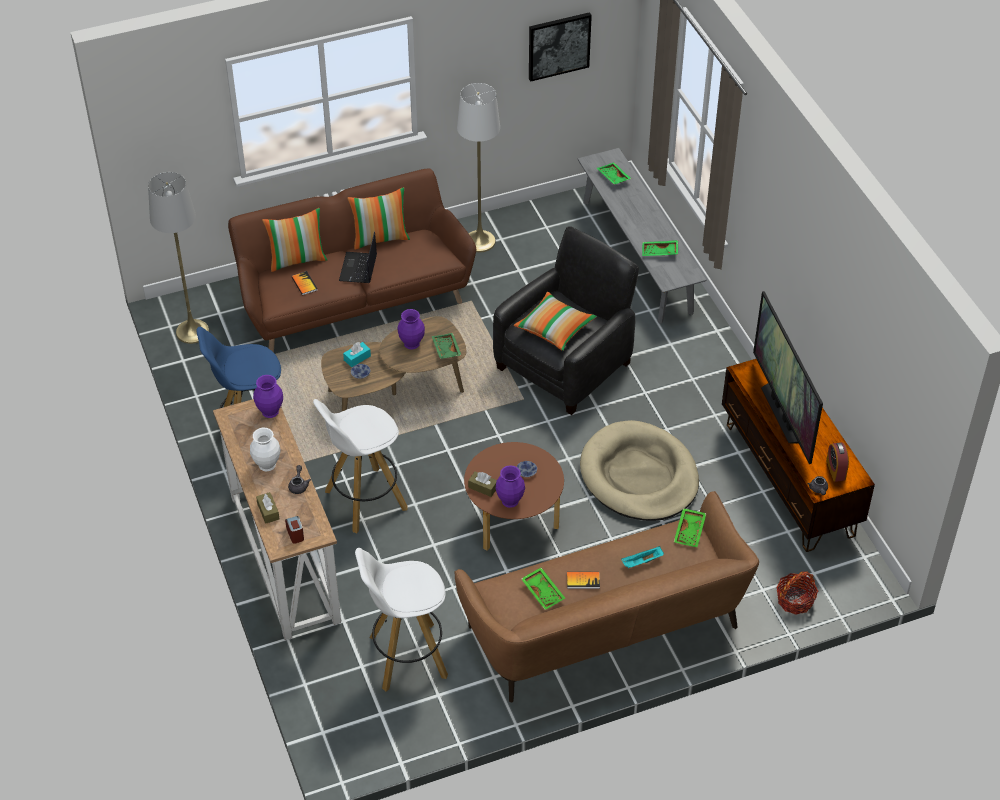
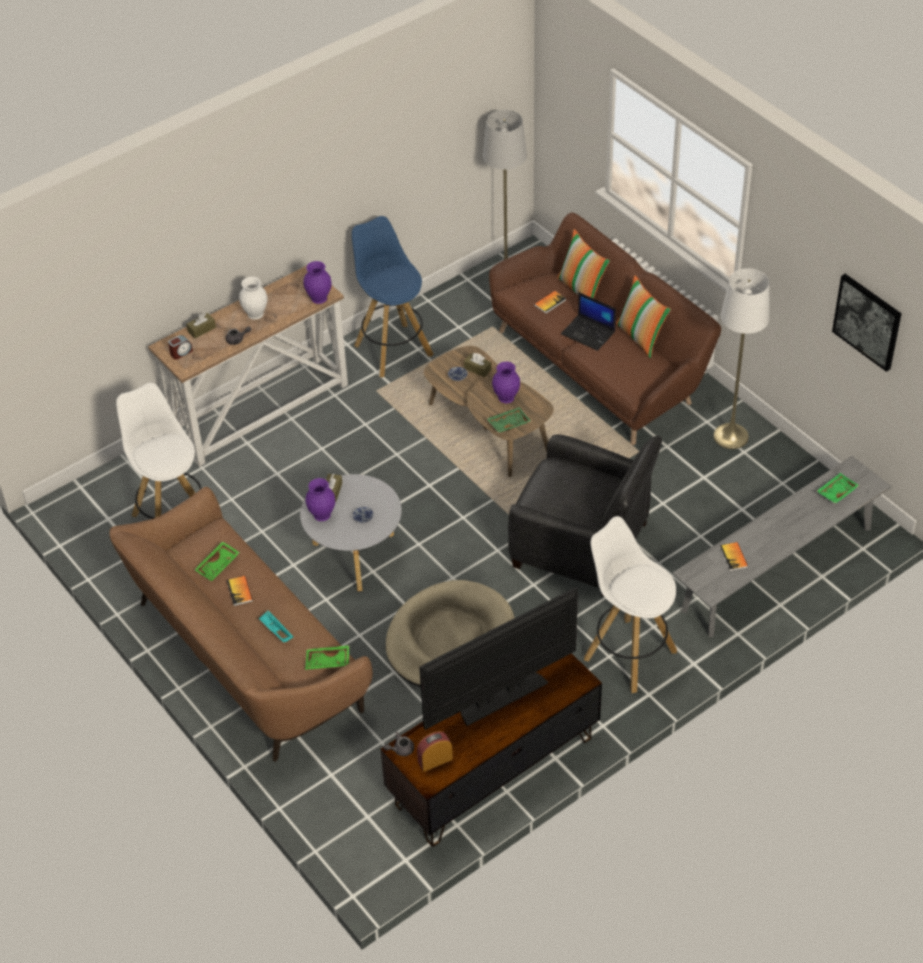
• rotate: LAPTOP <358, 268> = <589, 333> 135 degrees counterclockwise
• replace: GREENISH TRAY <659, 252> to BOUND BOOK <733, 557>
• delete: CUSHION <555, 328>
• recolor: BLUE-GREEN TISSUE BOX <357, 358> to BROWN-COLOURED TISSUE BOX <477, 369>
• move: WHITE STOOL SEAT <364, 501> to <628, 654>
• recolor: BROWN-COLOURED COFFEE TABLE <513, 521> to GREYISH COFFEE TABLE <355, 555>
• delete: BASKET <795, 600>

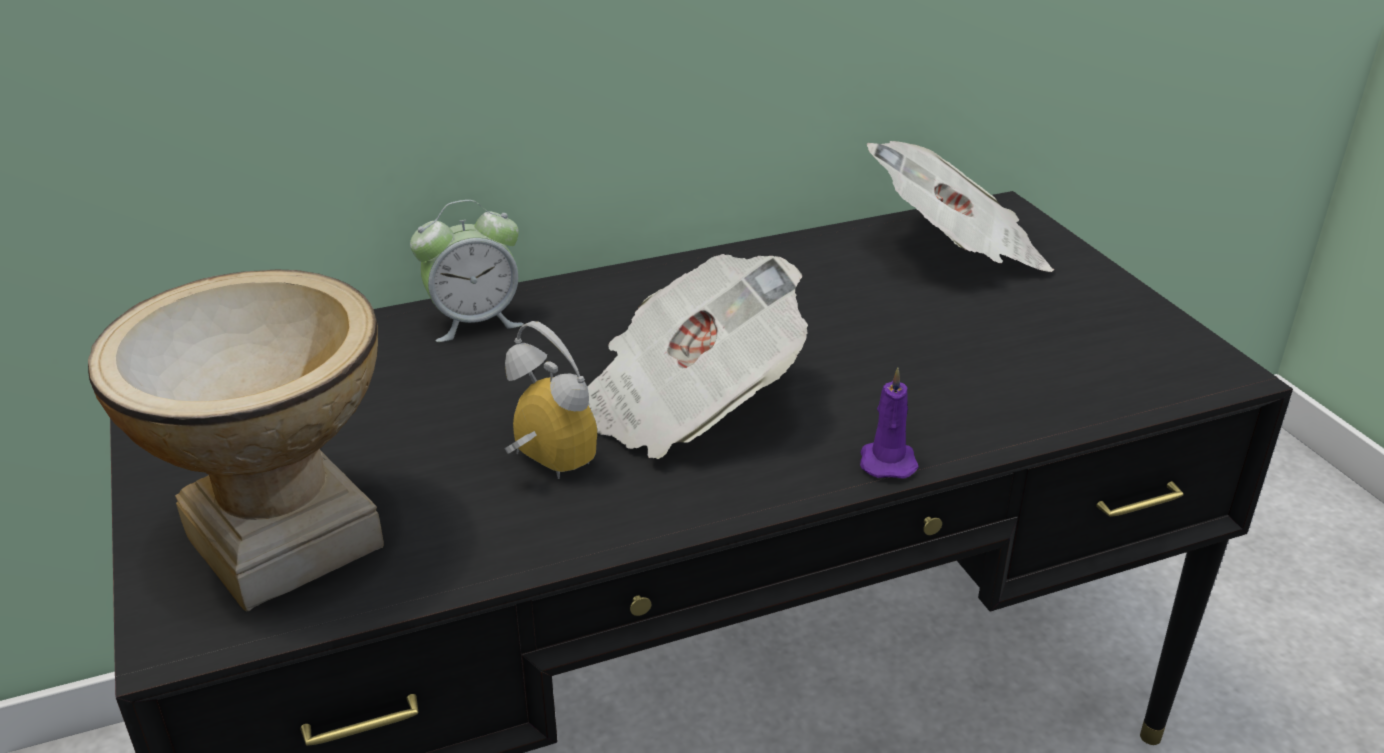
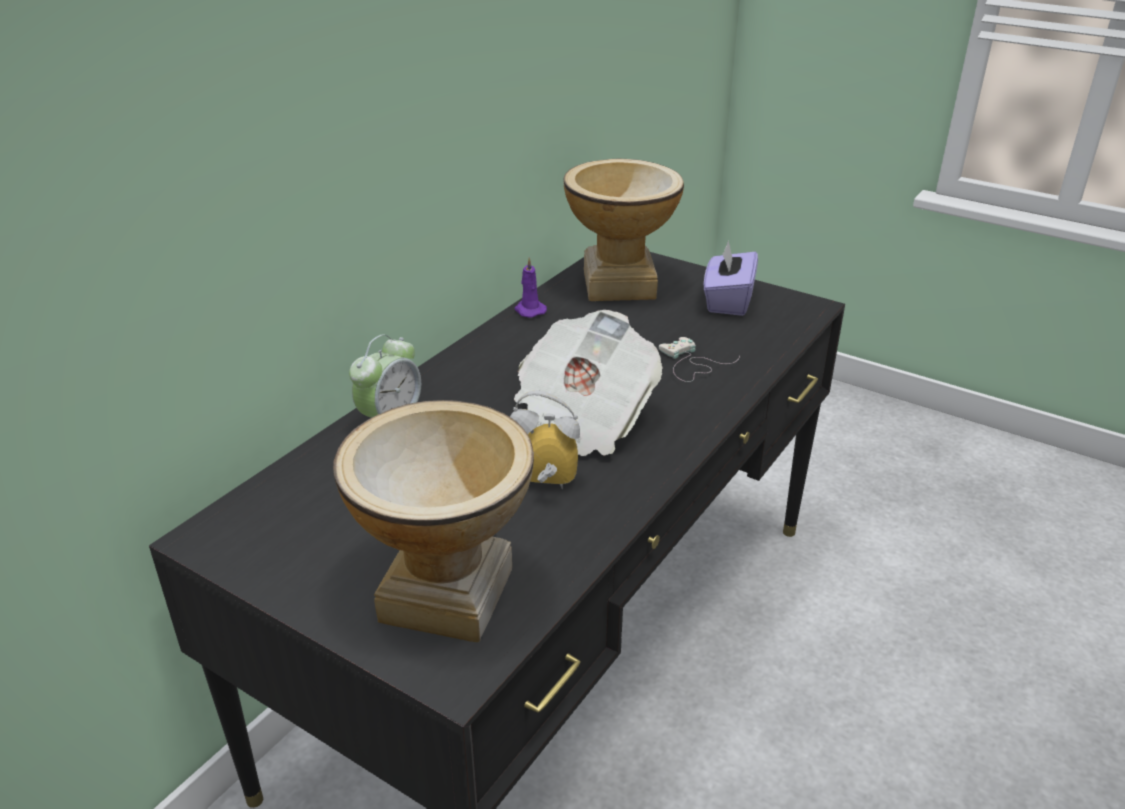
• replace: PRINTED PAPER <956, 252> to DECORATIVE VASE <620, 284>
• move: PURPLE WAX LIGHT <887, 460> to <529, 310>
• insert: PURPLE TISSUE BOX <727, 301>
• insert: WHITE GAMEPAD <691, 364>

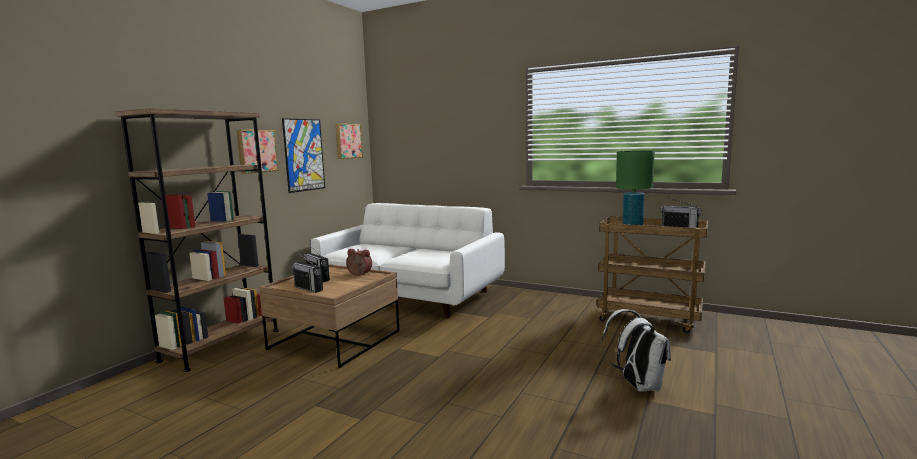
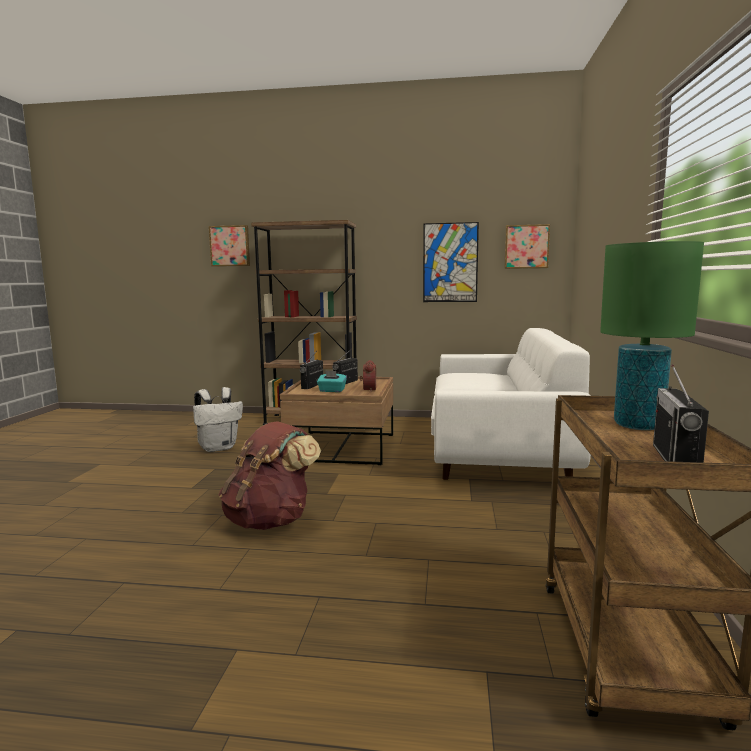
• move: PICTURE <256, 151> to <230, 246>
• move: WHITE KNAPSACK <637, 385> to <218, 448>
• insert: BLUE-GREEN TISSUE BOX <332, 390>
• insert: BROWN-COLOURED KNAPSACK <270, 520>

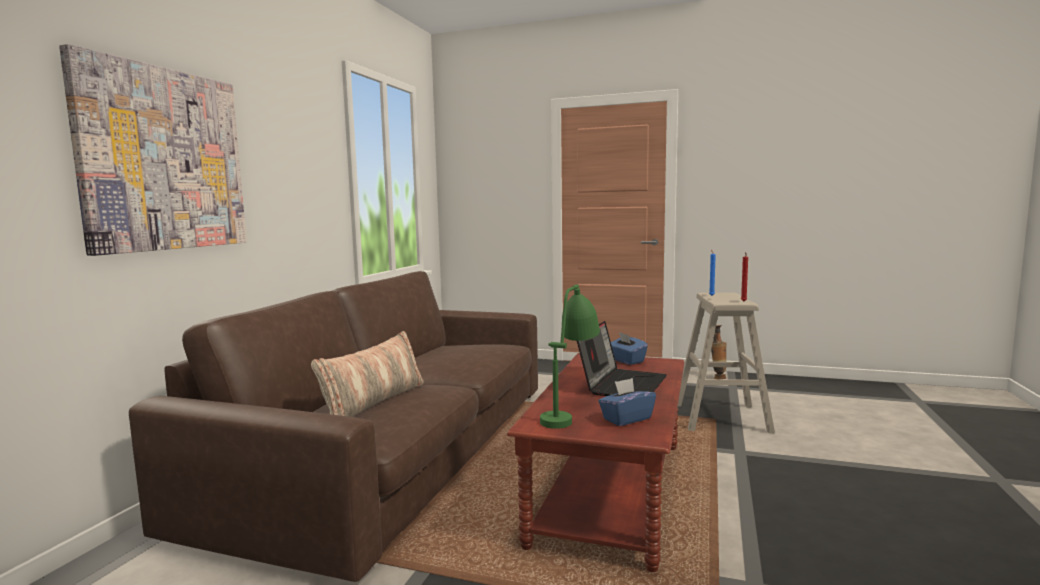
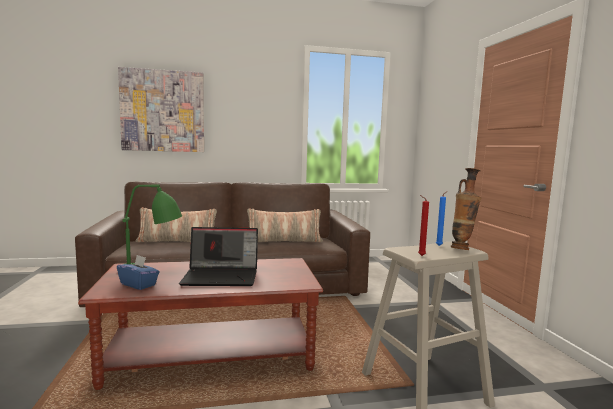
• move: DECORATIVE VASE <718, 378> to <462, 249>
• delete: BLUE-COLOURED TISSUE BOX <626, 360>
• insert: CUSHION <284, 241>

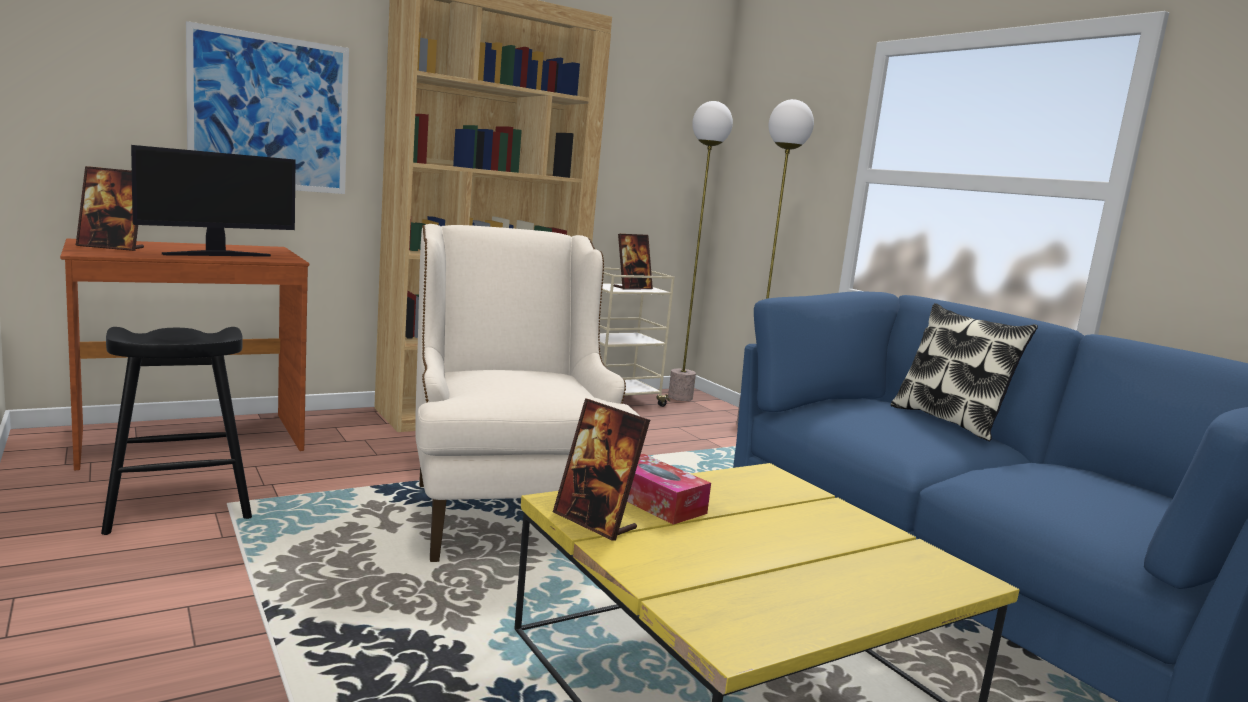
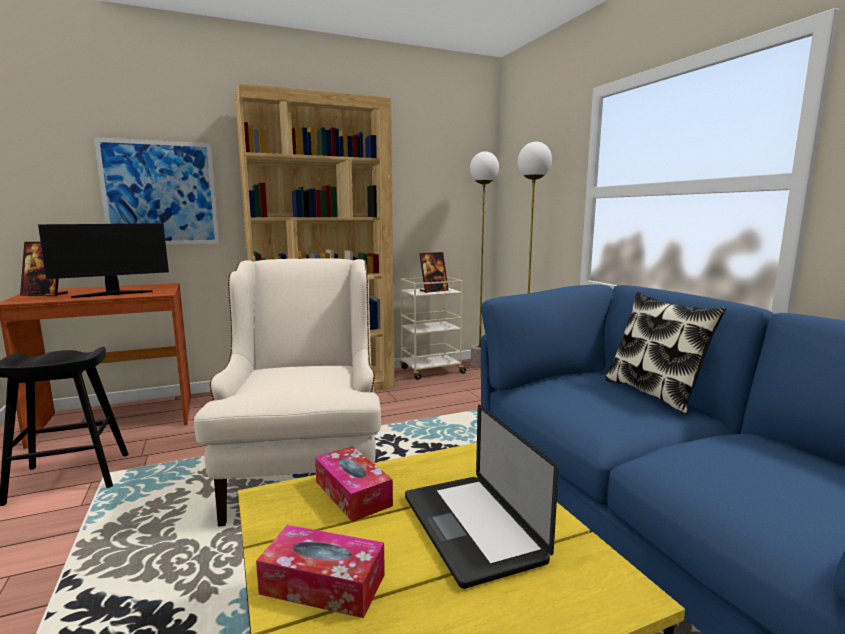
• delete: PHOTO FRAME <595, 522>
• insert: LAPTOP <471, 528>
• insert: TISSUE BOX <323, 584>

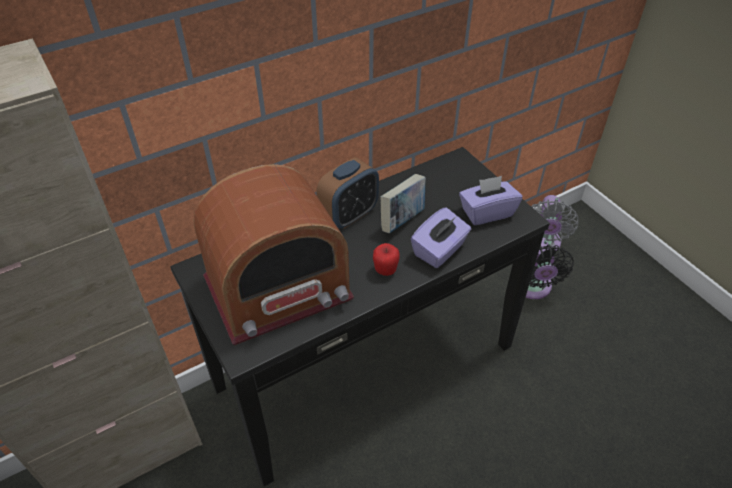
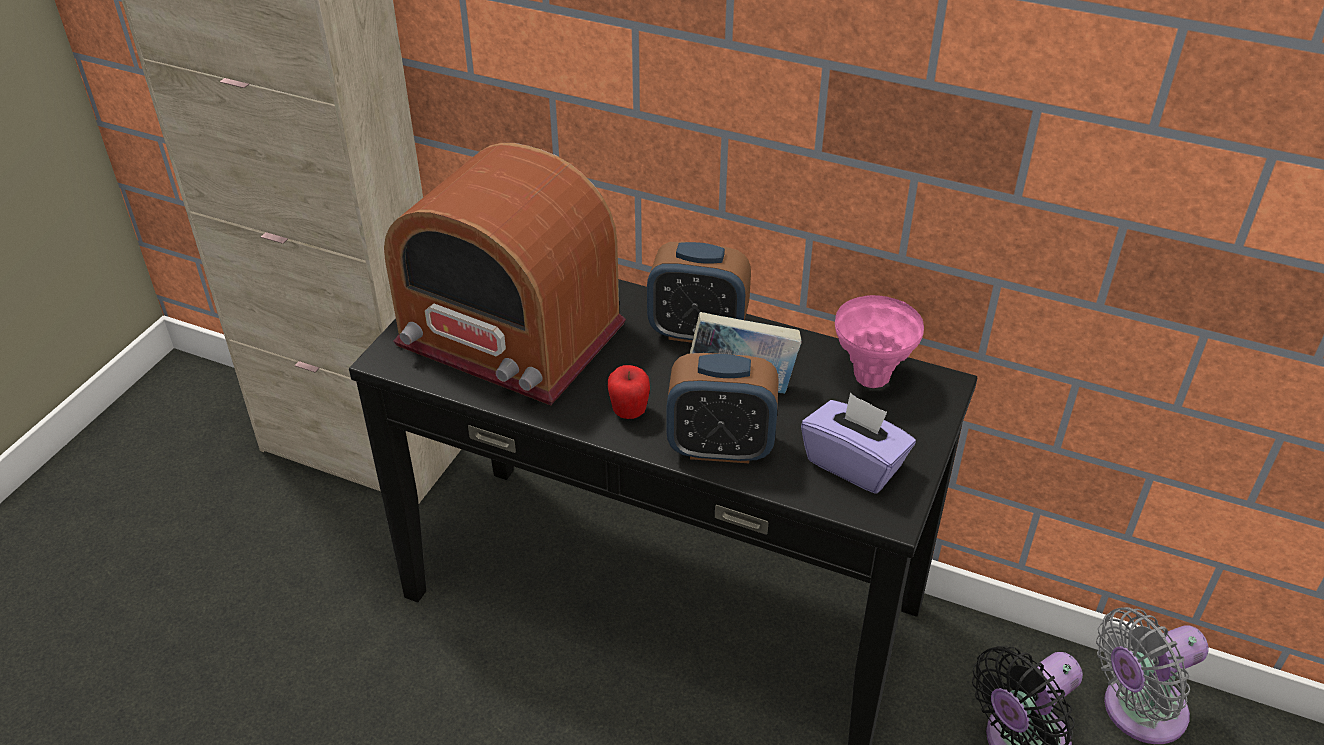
• replace: PURPLE TISSUE BOX <439, 250> to ALARM CLOCK <720, 447>
• insert: PINK DECORATIVE VASE <871, 378>

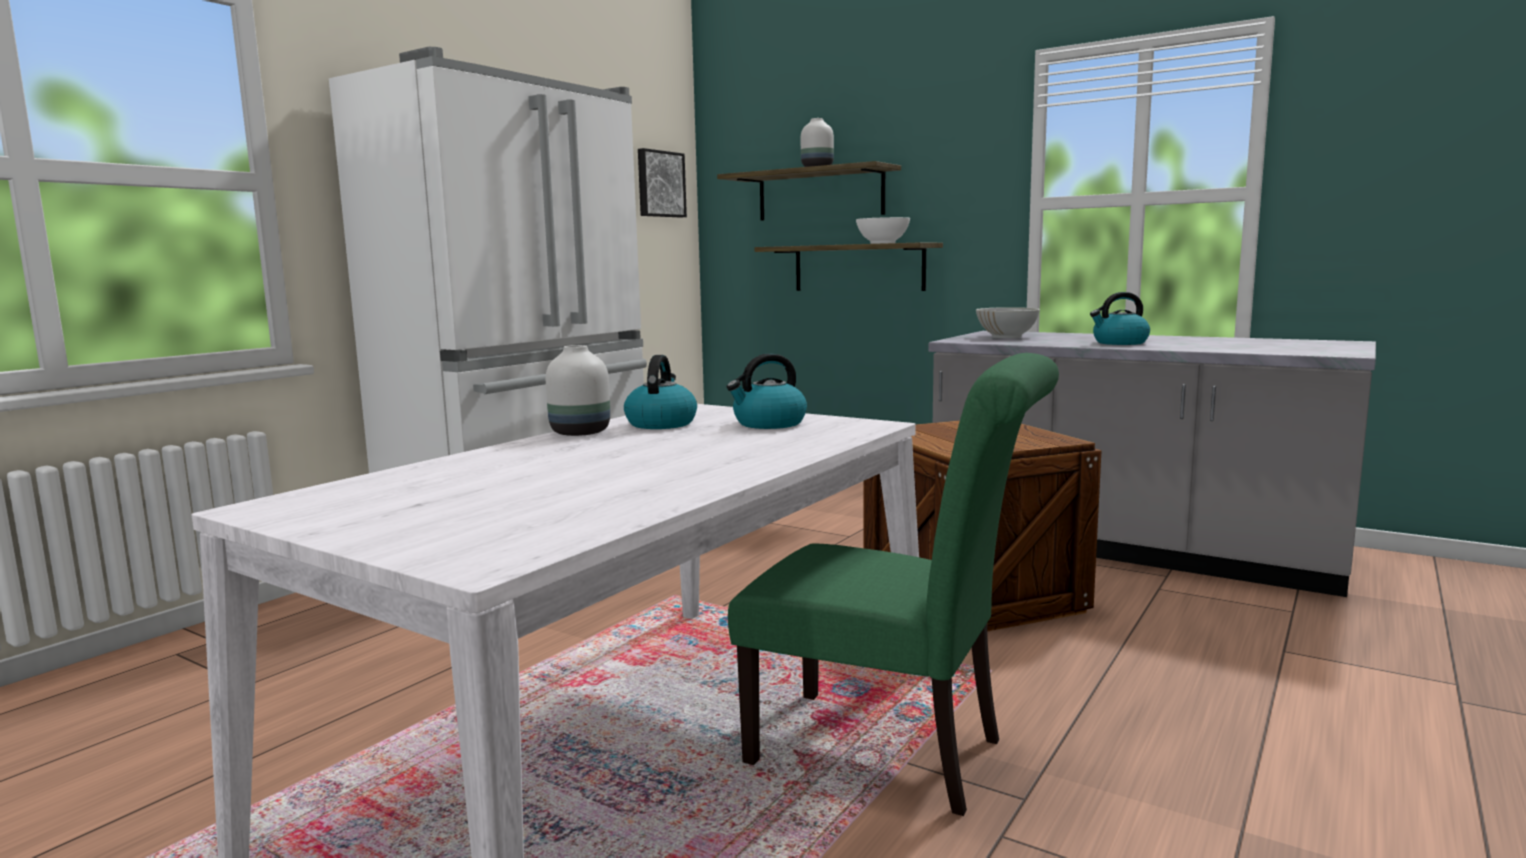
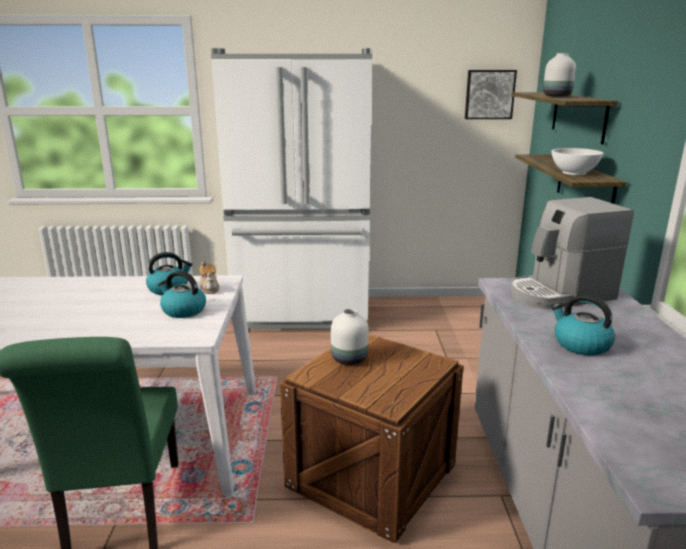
• replace: WHITE BOWL <1007, 337> to COFFEE MAKER <559, 294>
• move: WHITE DECORATIVE VASE <579, 433> to <349, 358>
• insert: TEAPOT <210, 288>

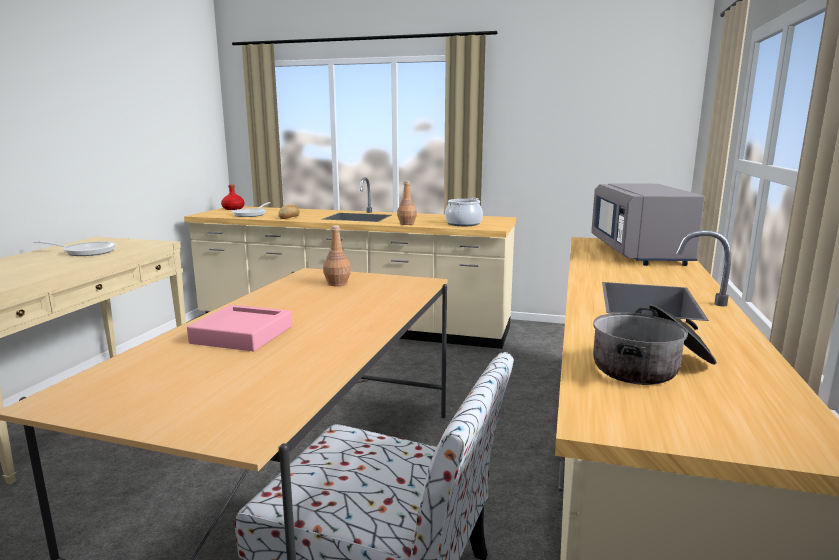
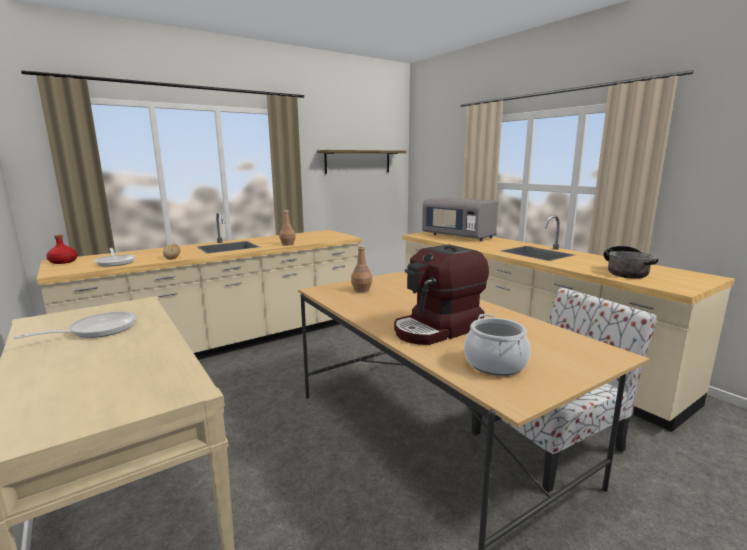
• move: STOCKPOT <463, 224> to <495, 363>
• replace: PINK TRAY <242, 335> to COFFEE MAKER <438, 329>
• insert: SHELF <358, 161>

